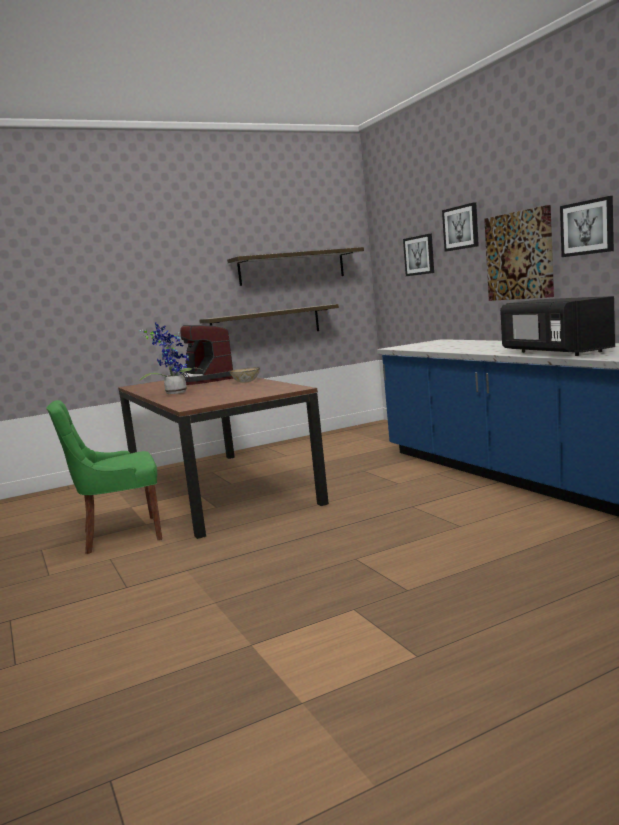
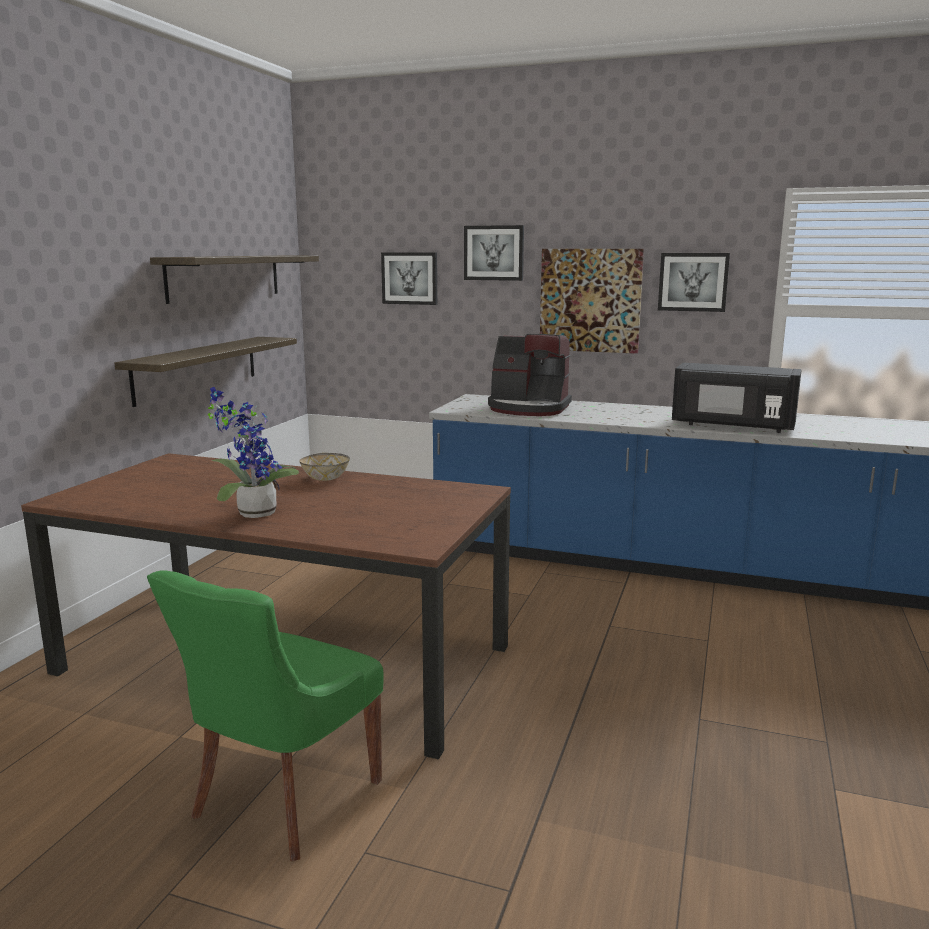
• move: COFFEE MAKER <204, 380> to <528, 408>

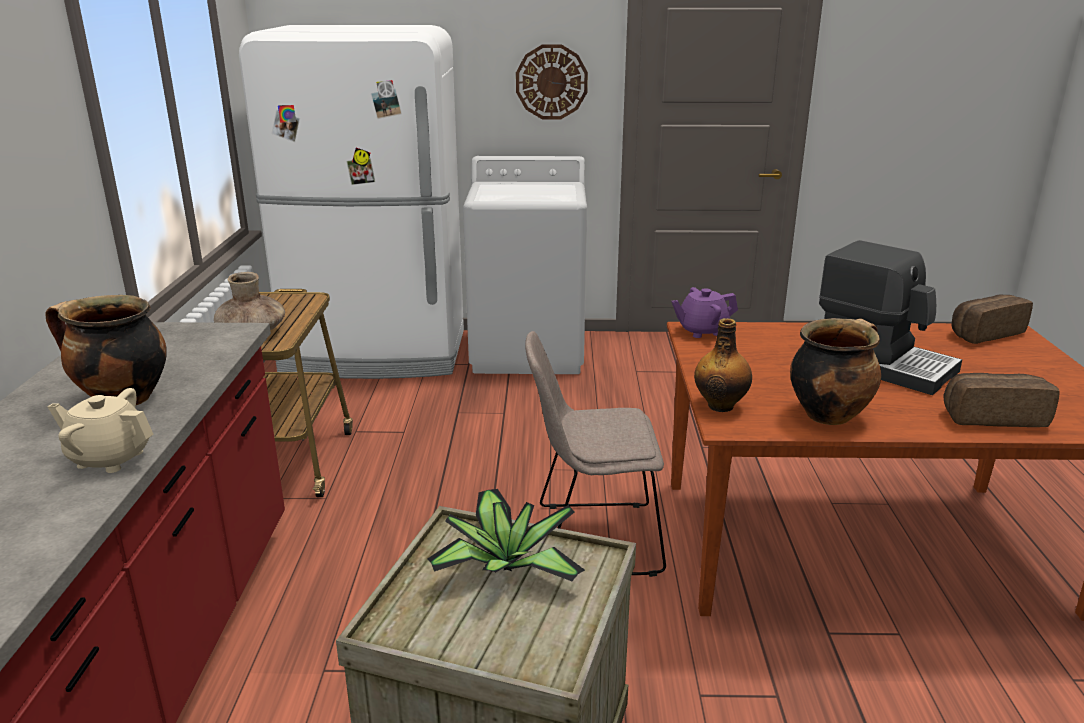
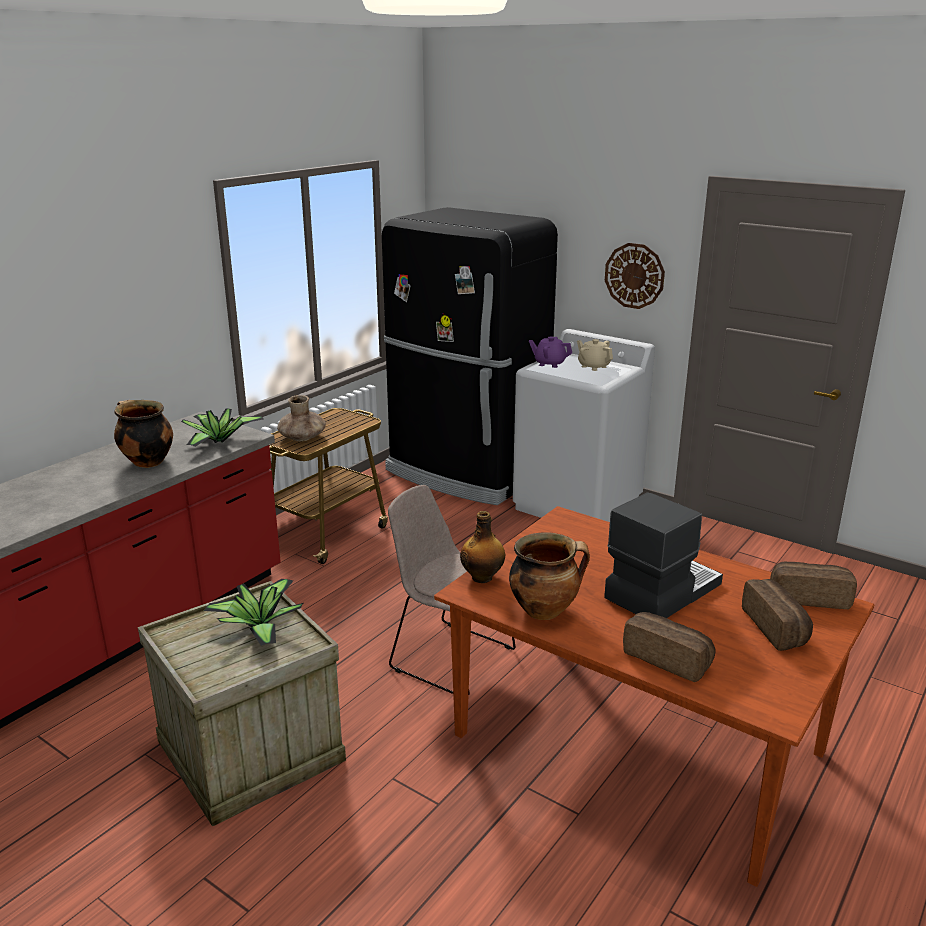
• recolor: WHITE KITCHEN FRIDGE <376, 353> to BLACK-COLOURED KITCHEN FRIDGE <465, 473>
• rotate: COFFEE MAKER <882, 364> = <661, 591> 120 degrees counterclockwise
• move: PURPLE TEAPOT <702, 331> to <549, 364>
• move: SAND-COLOURED TEAPOT <110, 458> to <593, 366>
• insert: PLANT IN A POT <219, 441>
• insert: BAKED BREAD <777, 628>

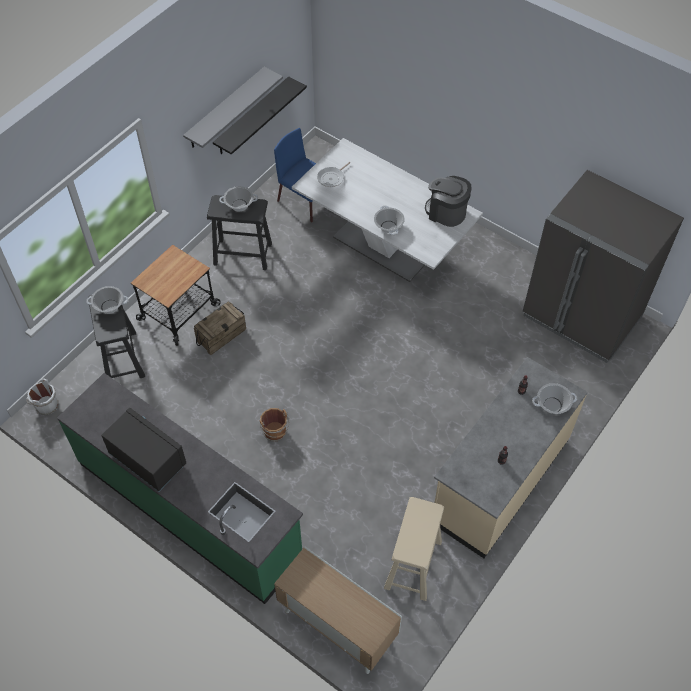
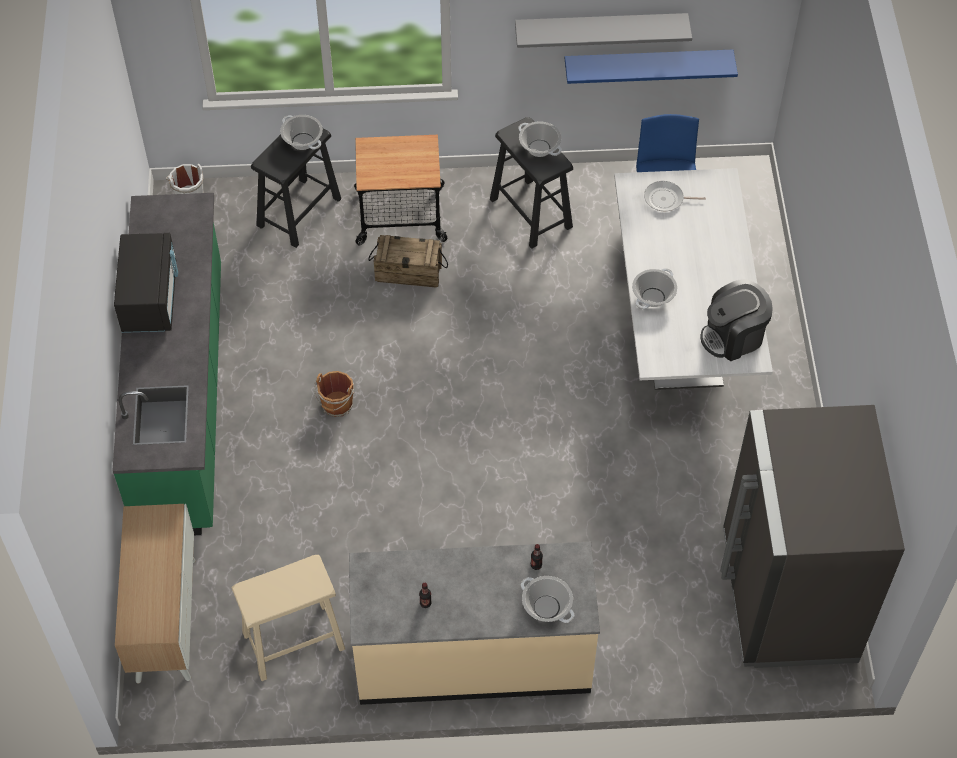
• recolor: BLACK-COLOURED SHELF <252, 116> to BLUE-COLOURED SHELF <647, 64>
• rotate: COFFEE MAKER <446, 212> = <733, 336> 105 degrees counterclockwise

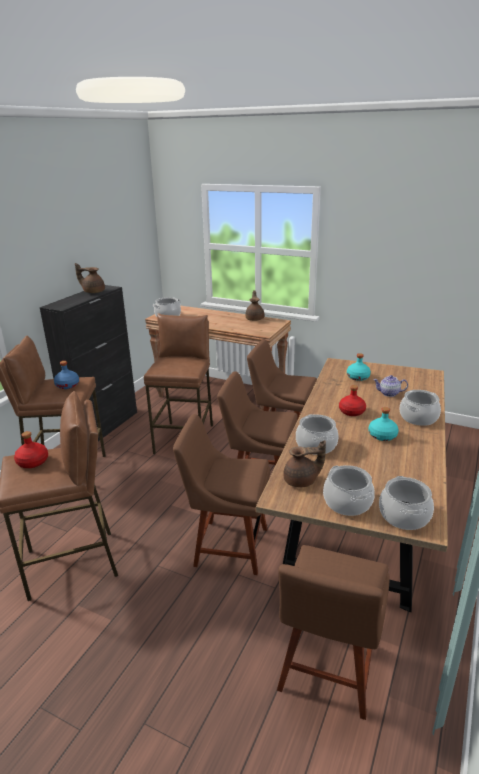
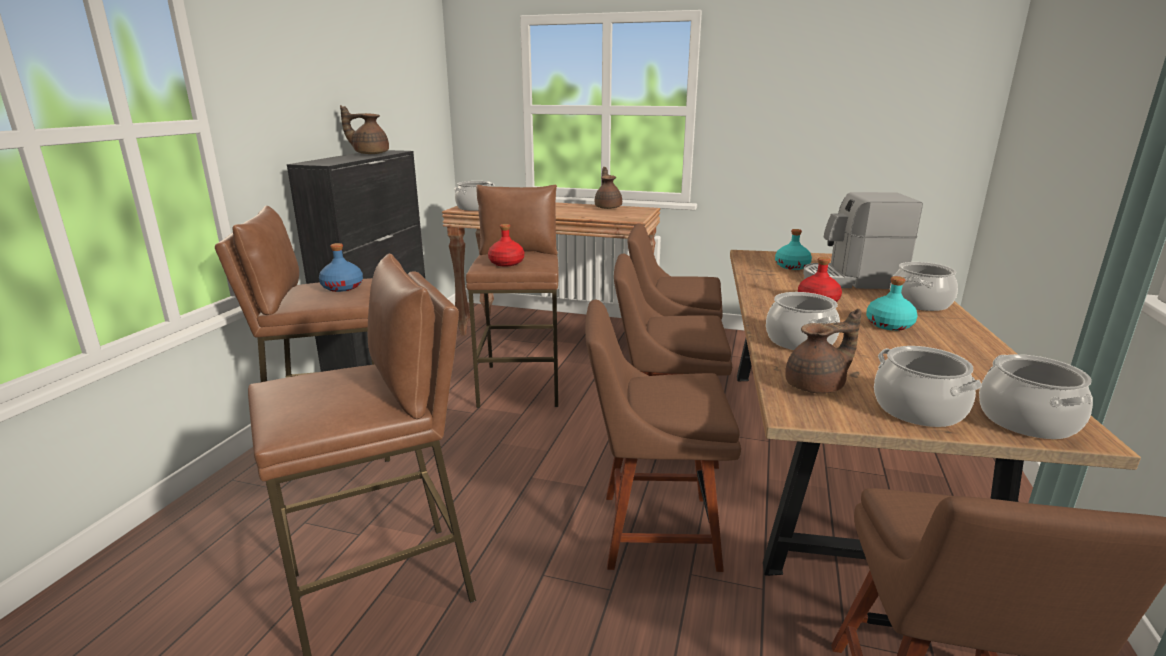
• replace: TEAPOT <389, 393> to COFFEE MAKER <852, 280>
• move: RED-COLOURED BOTTLE <32, 462> to <506, 263>

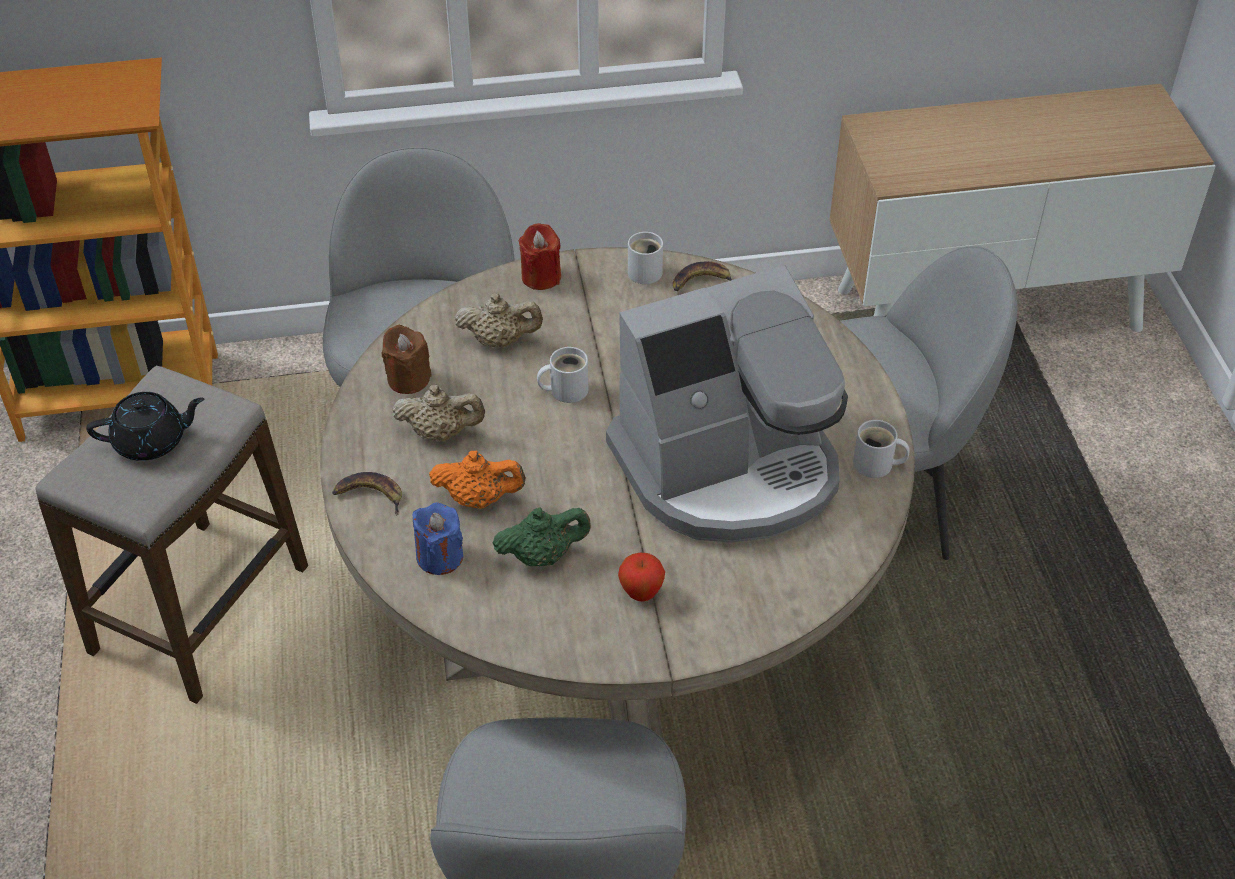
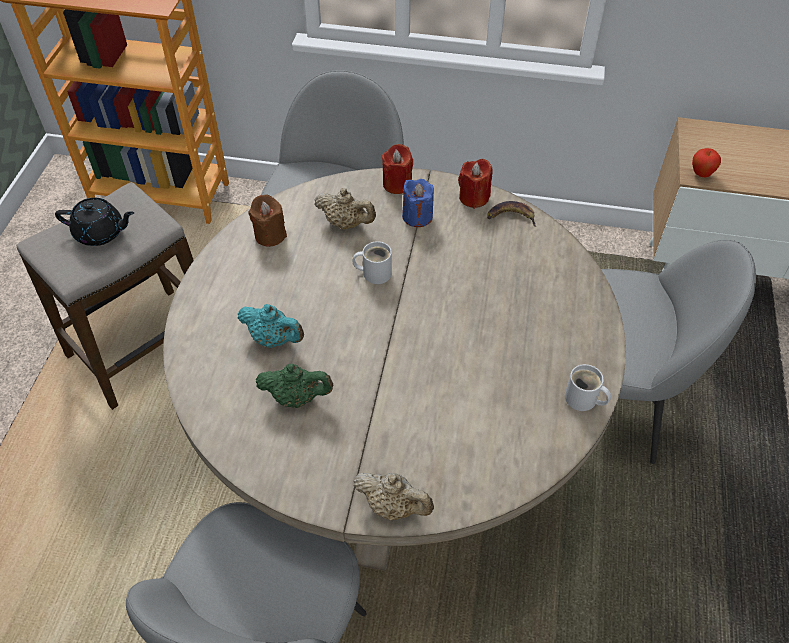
• replace: WHITE TEA MUG <645, 270> to RED-COLOURED WAX LIGHT <474, 197>
• delete: COFFEE MAKER <729, 469>
• move: SAND-COLOURED TEAPOT <441, 433> to <393, 506>
• recolor: ORANGE TEAPOT <479, 499> to BLUE-GREEN TEAPOT <274, 339>
• delete: BANANA <369, 495>
• move: BLUE-COLOURED WAX LIGHT <439, 557> to <417, 216>
• move: APPLE FRUIT <641, 593> to <701, 174>

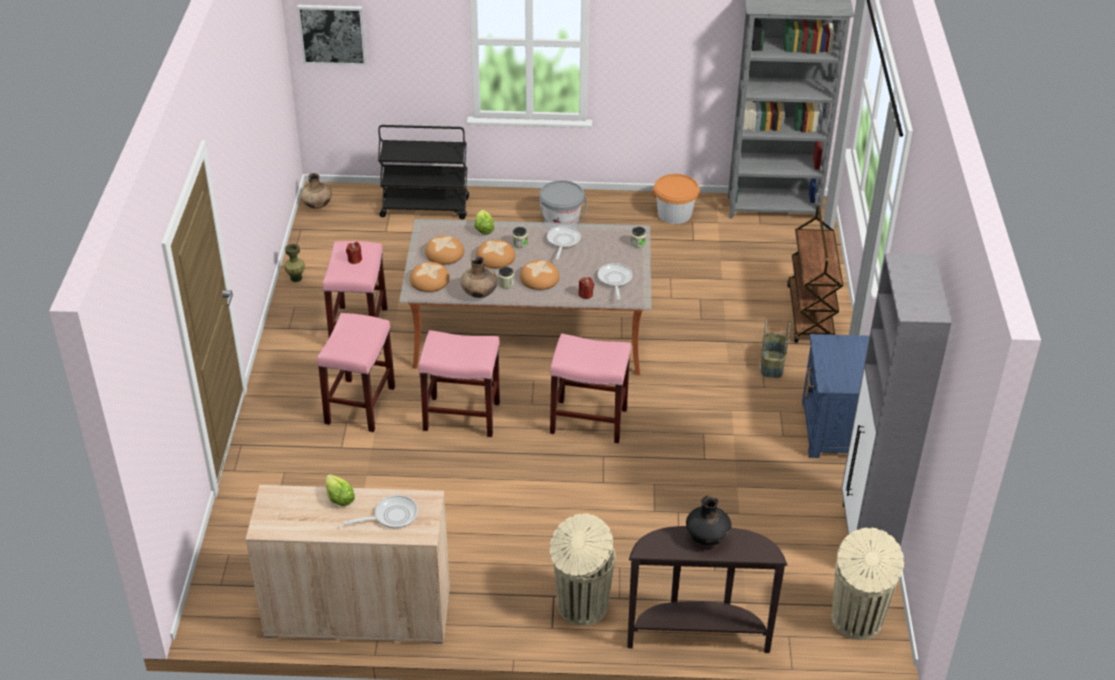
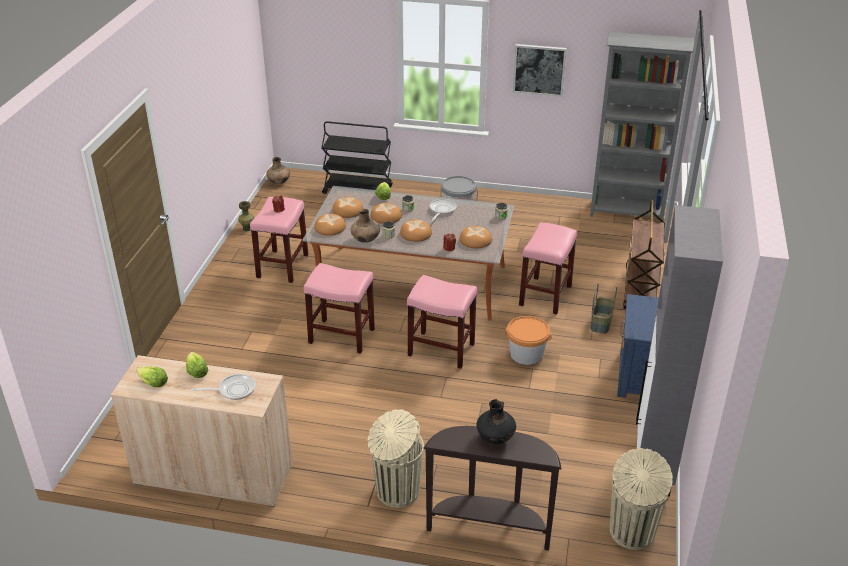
• move: PICTURE <332, 34> to <539, 69>
• move: ORANGE PAIL <674, 214> to <526, 354>
• replace: PAN <614, 280> to BAKED BREAD <475, 240>
• move: PINK STOOL SEAT <360, 406> to <545, 296>
• insert: HEAD OF LETTUCE <153, 383>

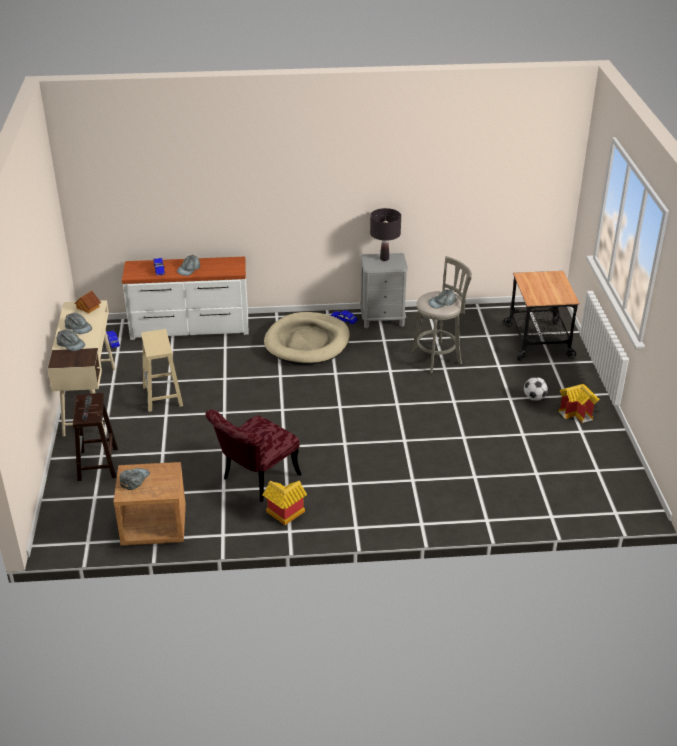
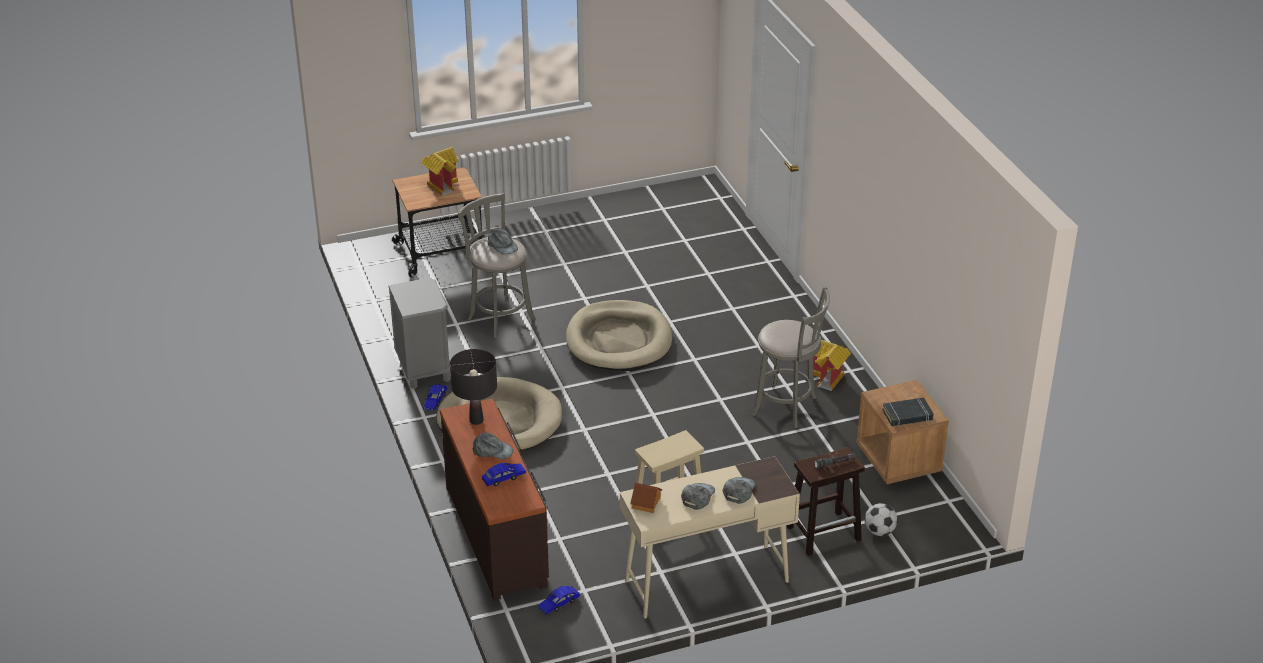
• move: BLACK-COLOURED TABLETOP LAMP <384, 258> to <476, 420>
• recolor: WHITE CHEST OF DRAWERS <190, 328> to BROWN-COLOURED CHEST OF DRAWERS <497, 535>
• move: FOOTBALL <534, 398> to <879, 532>
• move: MODEL HOUSE <577, 413> to <441, 185>
• replace: RED-COLOURED UPRIGHT CHAIR <255, 480> to GREYISH STOOL SEAT <787, 407>
• replace: GREYISH BASEBALL CAP <134, 479> to BLACK-COLOURED BOUND BOOK <907, 415>
• insert: SAND-COLOURED PET BED <619, 340>

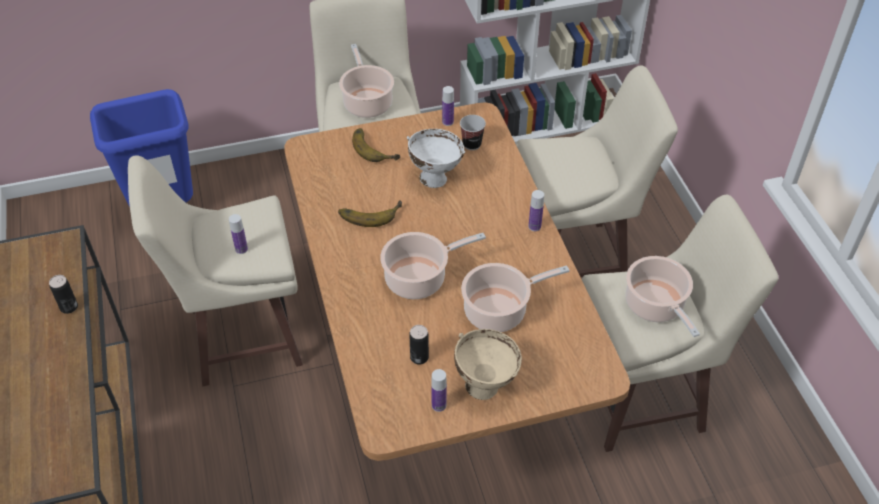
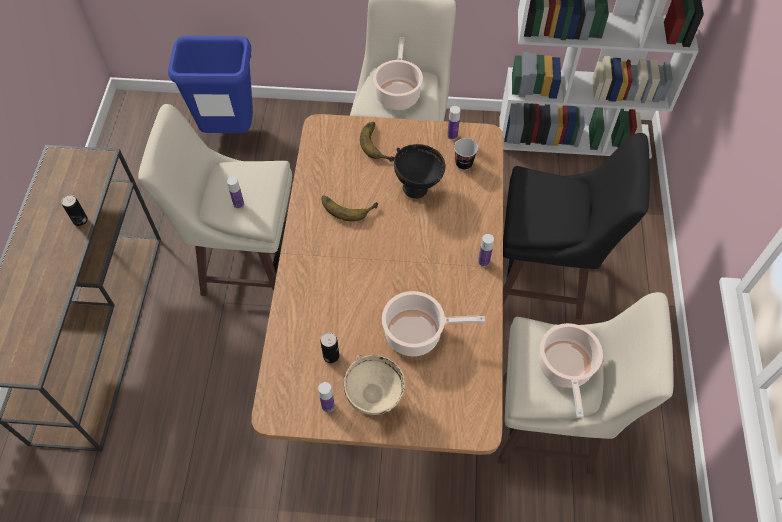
• recolor: SAND-COLOURED STOOL SEAT <574, 262> to BLACK-COLOURED STOOL SEAT <545, 279>
• recolor: WHITE BOWL <435, 178> to BLACK-COLOURED BOWL <417, 188>
• delete: STOCKPOT <419, 278>

